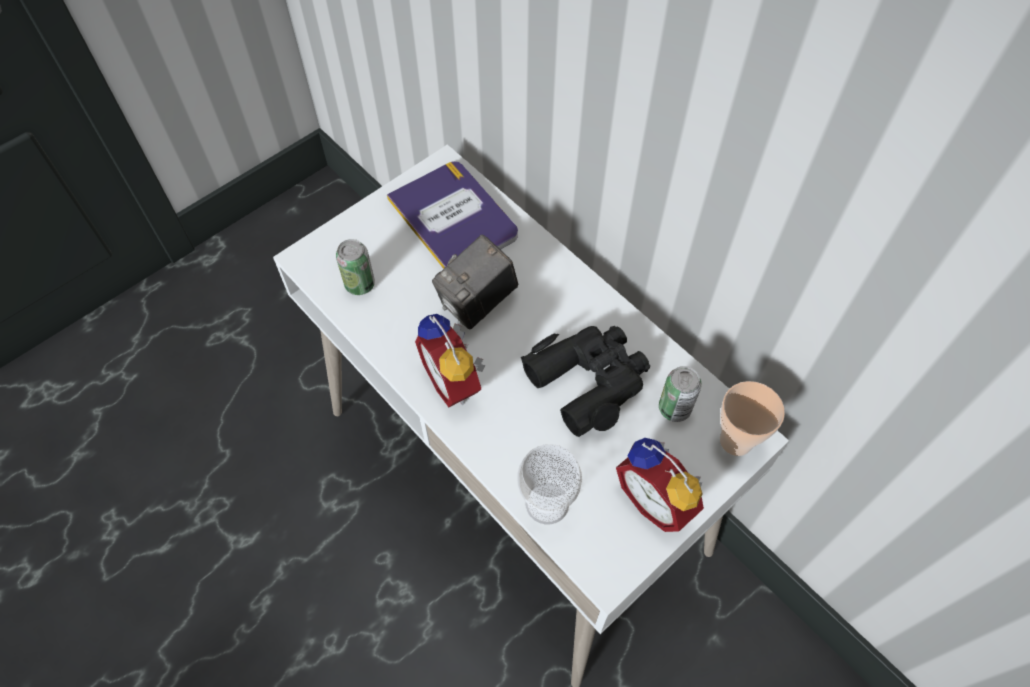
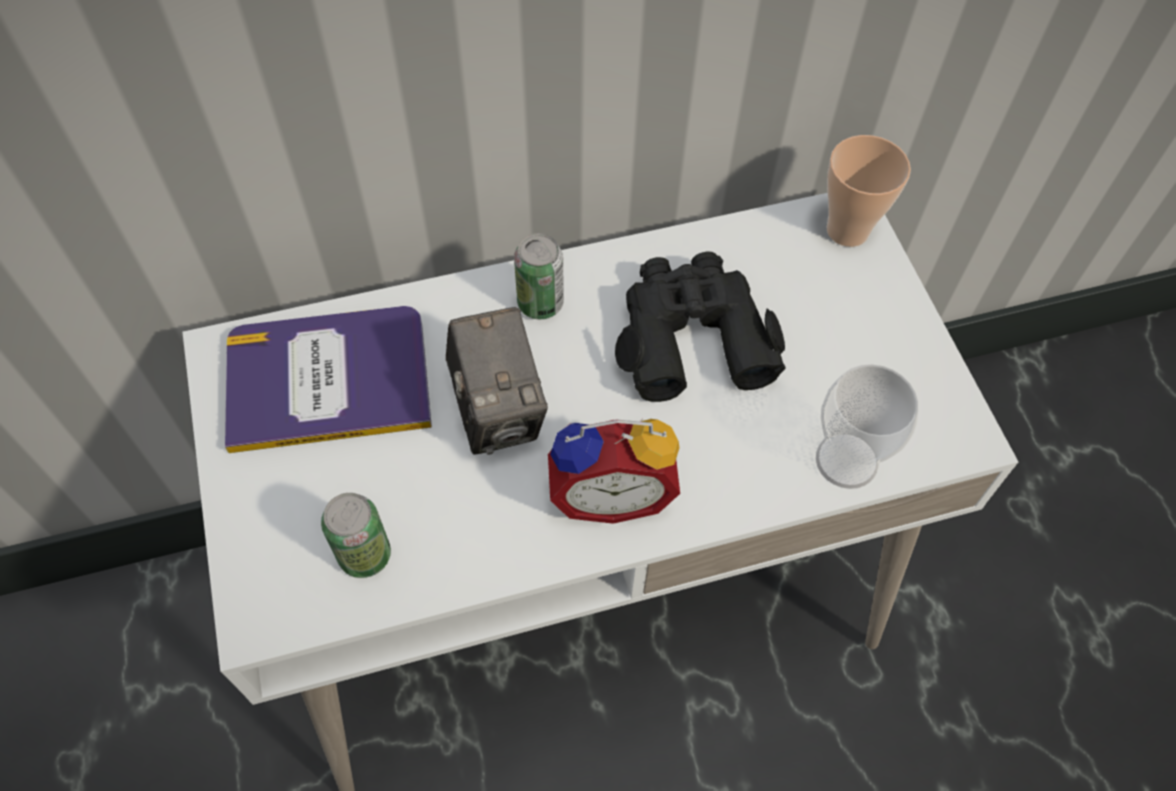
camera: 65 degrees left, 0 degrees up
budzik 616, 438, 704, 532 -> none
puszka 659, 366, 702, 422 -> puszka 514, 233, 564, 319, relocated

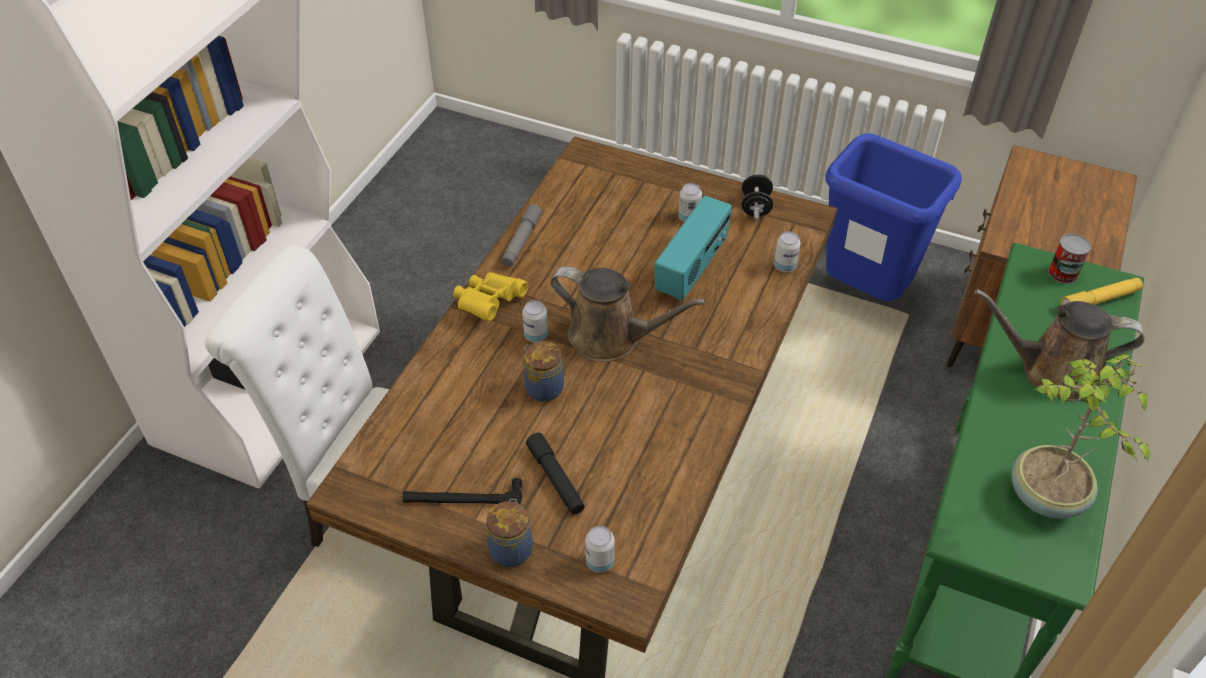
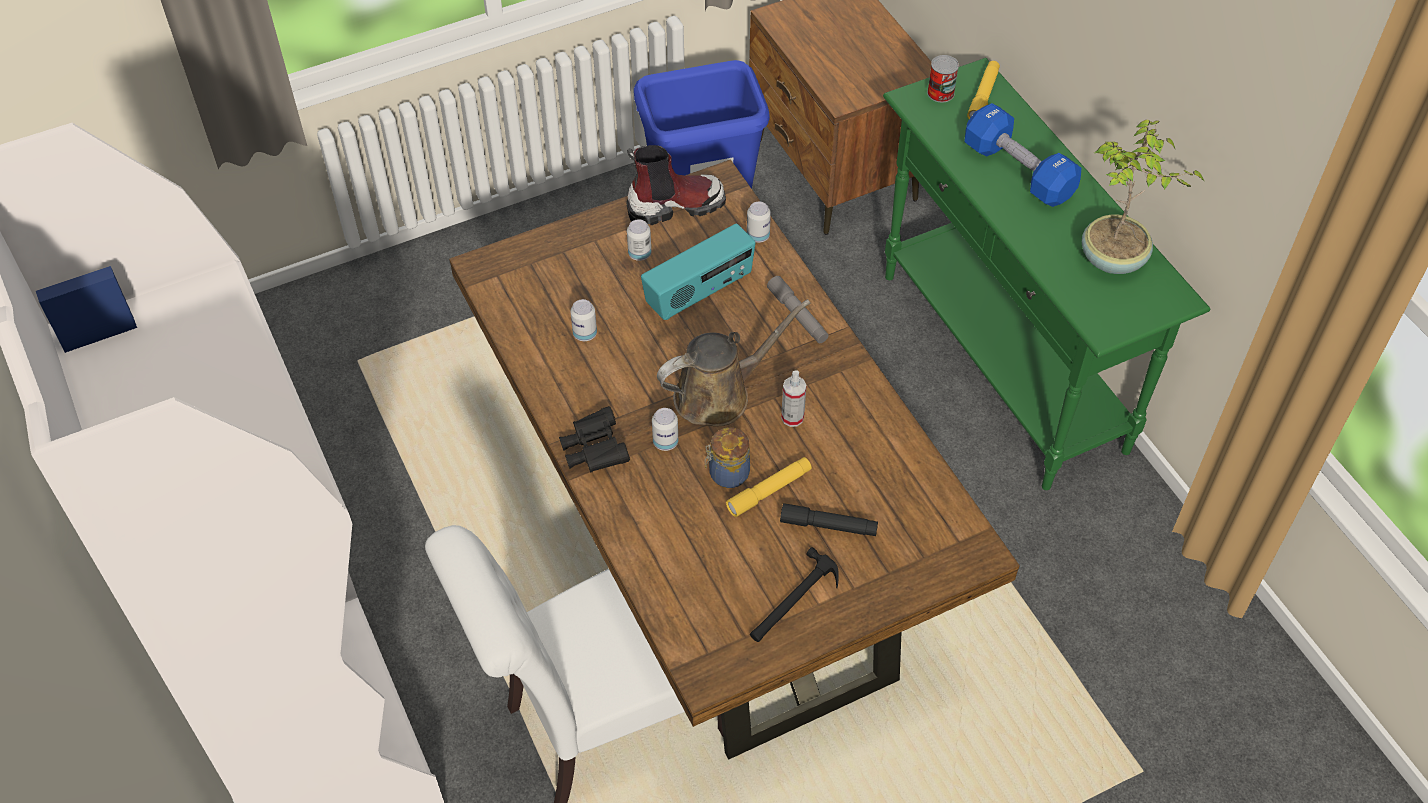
camera: 50 degrees left, 5 degrees up
lornetka (żółty) 453, 272, 528, 321 -> lornetka (czarny) 559, 406, 630, 472
słoik 486, 499, 533, 567 -> none
latarka (szary) 501, 204, 542, 267 -> latarka (szary) 767, 276, 829, 343, relocated
puszka 585, 526, 614, 573 -> puszka 570, 299, 597, 341, relocated
radio 655, 196, 732, 300 -> radio 641, 223, 756, 320, 75 degrees clockwise
hantel (czarny) 741, 172, 773, 220 -> but z cholewką 627, 145, 726, 225
konewka (brązowy) 975, 289, 1145, 401 -> hantel (niebieski) 964, 103, 1081, 207
none -> latarka (żółty) 726, 457, 812, 517
none -> spryskiwacz 781, 370, 807, 427

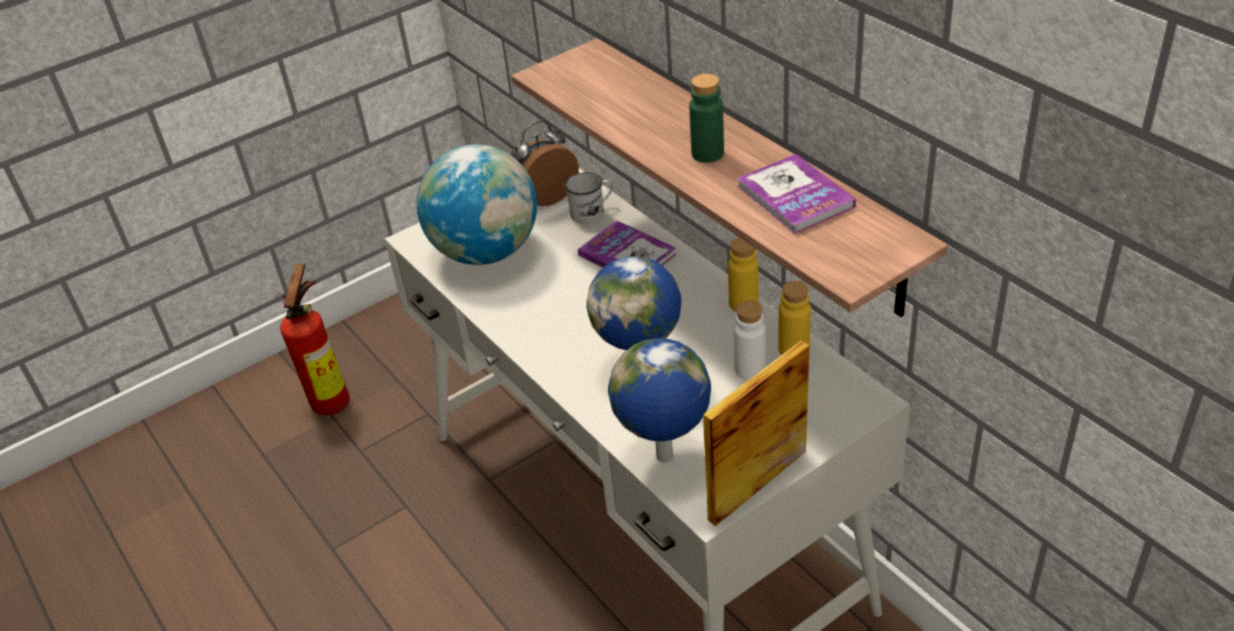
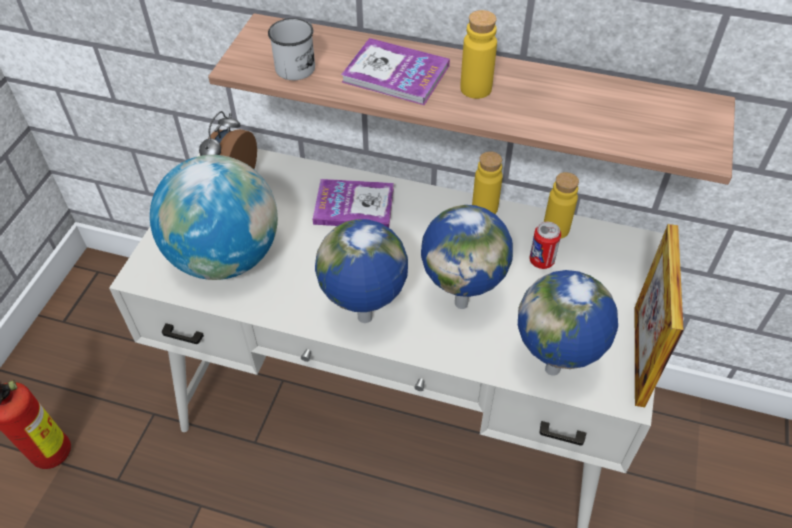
camera: 40 degrees left, 10 degrees up
kubek (biały) 565, 172, 613, 224 -> kubek (biały) 268, 18, 315, 80, relocated
butelka (zielony) 689, 74, 724, 163 -> butelka (żółty) 460, 10, 497, 99
butelka (biały) 733, 300, 766, 380 -> puszka 529, 222, 561, 269
książka 737, 154, 856, 234 -> książka 341, 38, 450, 105, relocated
none -> globus 315, 219, 408, 323

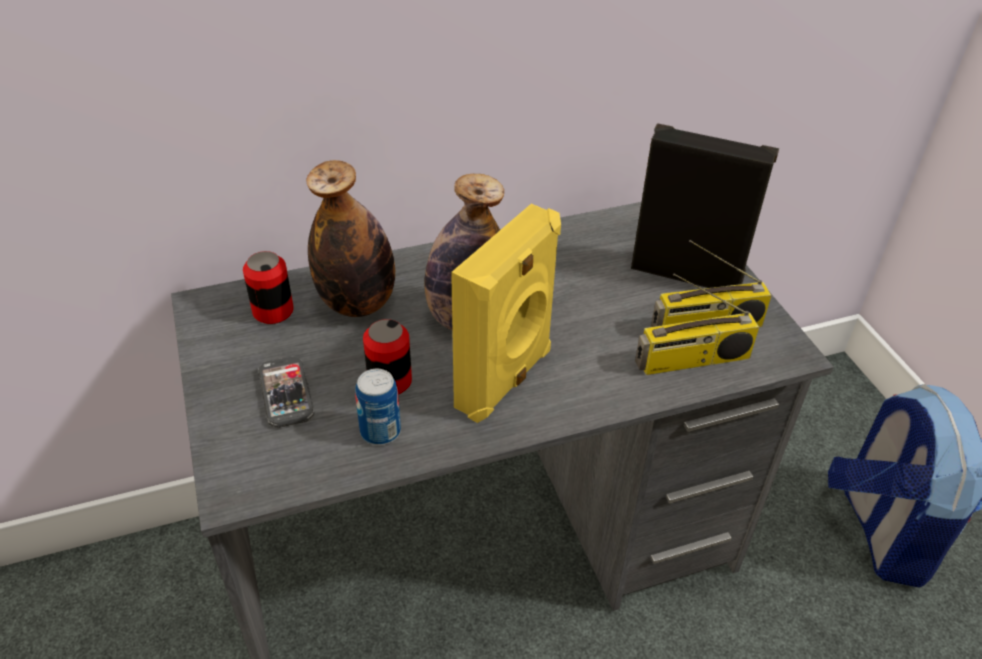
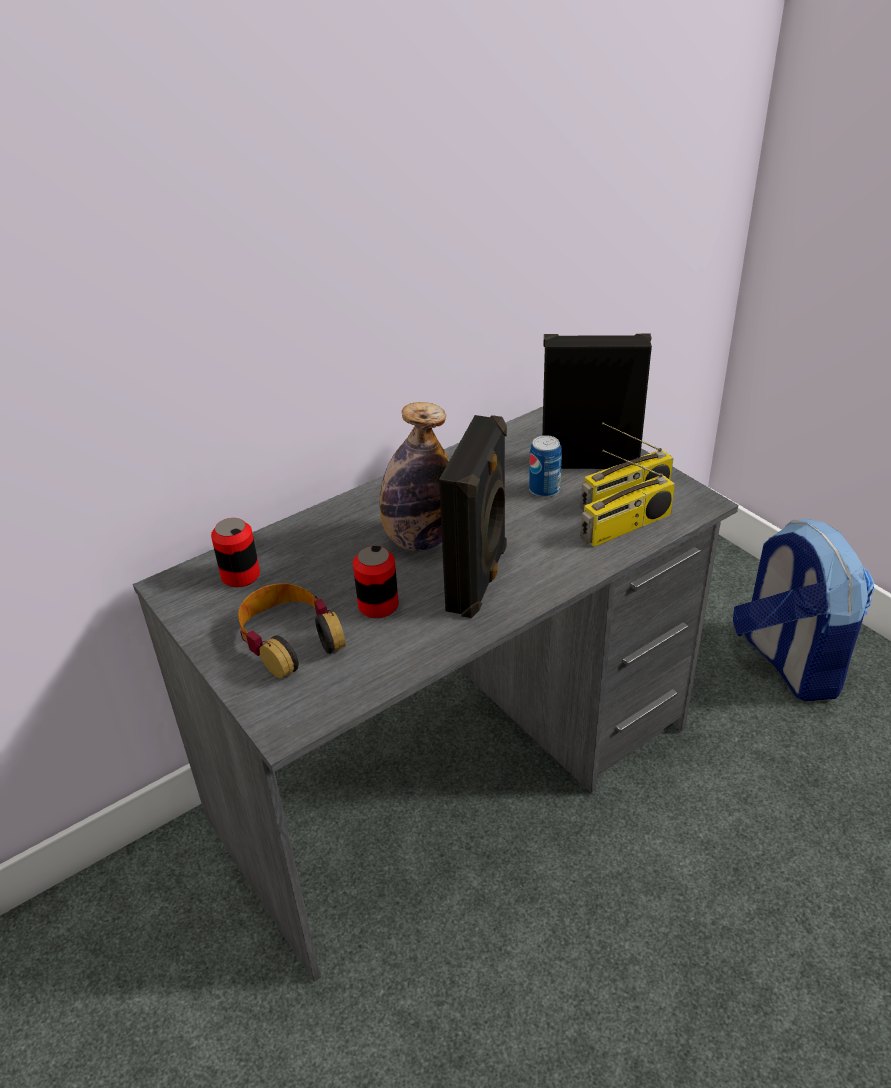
camera: 15 degrees left, 5 degrees down
telefon 258, 356, 314, 428 -> słuchawki 238, 583, 346, 678
butelka 306, 160, 395, 317 -> none
puszka 355, 368, 401, 445 -> puszka 529, 435, 562, 498, relocated
głośnik (żółty) 451, 204, 561, 423 -> głośnik (czarny) 439, 415, 507, 618

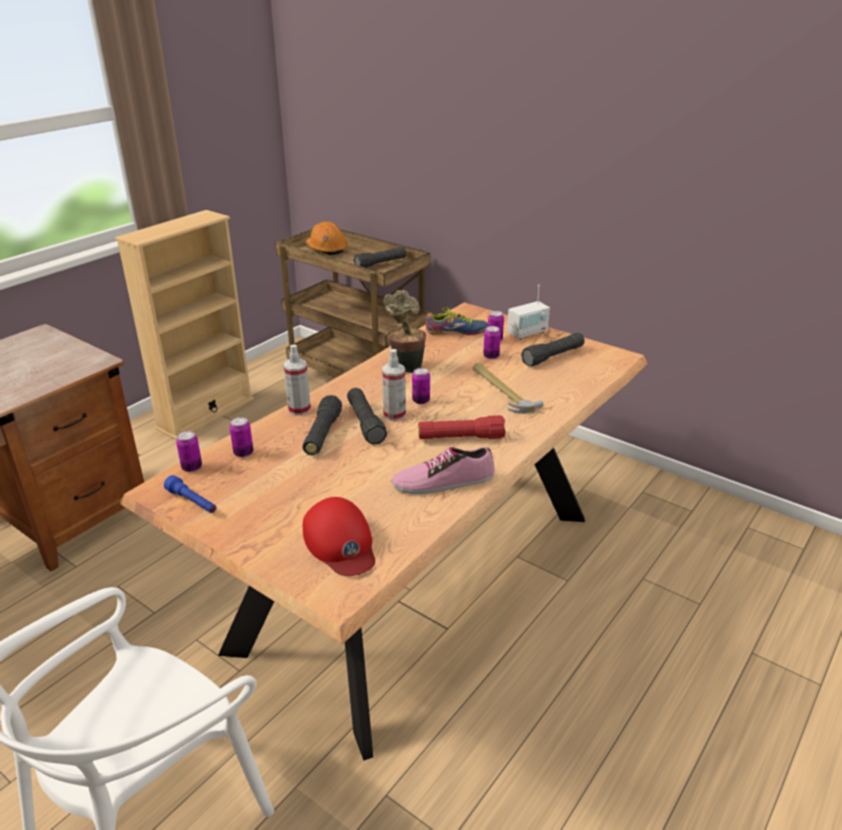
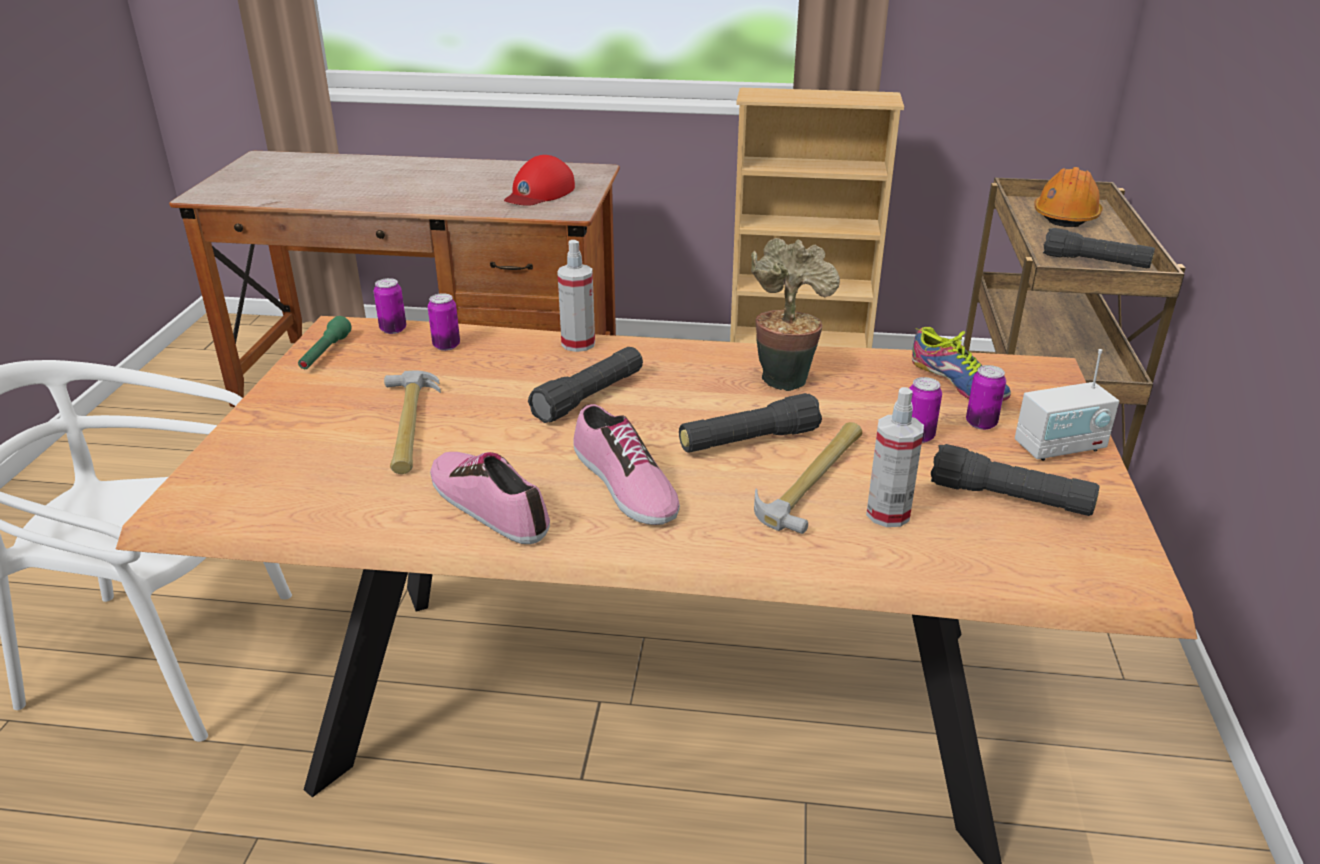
camera: 60 degrees right, 0 degrees up
latarka (niebieski) 164, 475, 216, 513 -> latarka (zielony) 298, 316, 352, 369
latarka (czarny) 302, 395, 342, 456 -> latarka (czarny) 679, 393, 822, 453, relocated
czapka z daszkiem (czerwony) 303, 497, 375, 576 -> czapka z daszkiem (czerwony) 504, 155, 575, 206, relocated
spryskiwacz 382, 349, 406, 421 -> spryskiwacz 866, 387, 924, 527, relocated
puszka 412, 368, 430, 404 -> none
latarka (czerwony) 418, 415, 506, 439 -> but 573, 404, 680, 525
radio 507, 285, 550, 339 -> radio 1015, 349, 1119, 461, 45 degrees counterclockwise
none -> młotek 384, 370, 441, 474

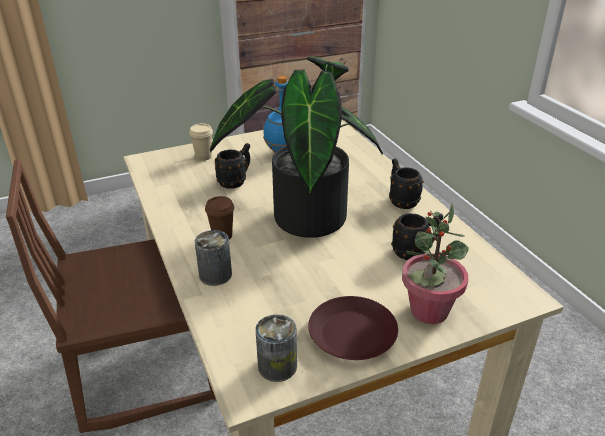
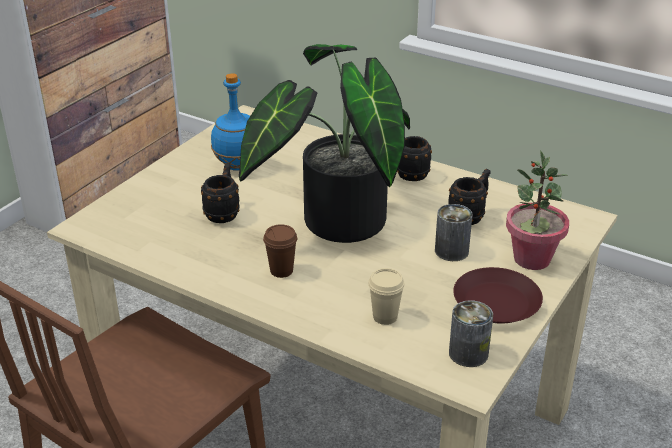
camera: 35 degrees left, 0 degrees up
filiżanka (beżowy) 189, 124, 213, 161 -> filiżanka (beżowy) 368, 268, 405, 325, relocated
puszka 194, 230, 232, 286 -> puszka 435, 204, 473, 261, relocated

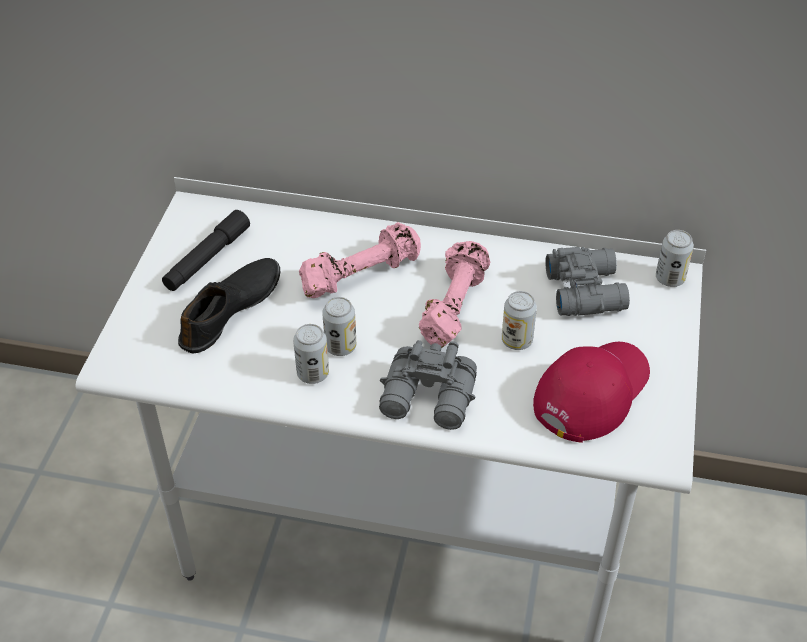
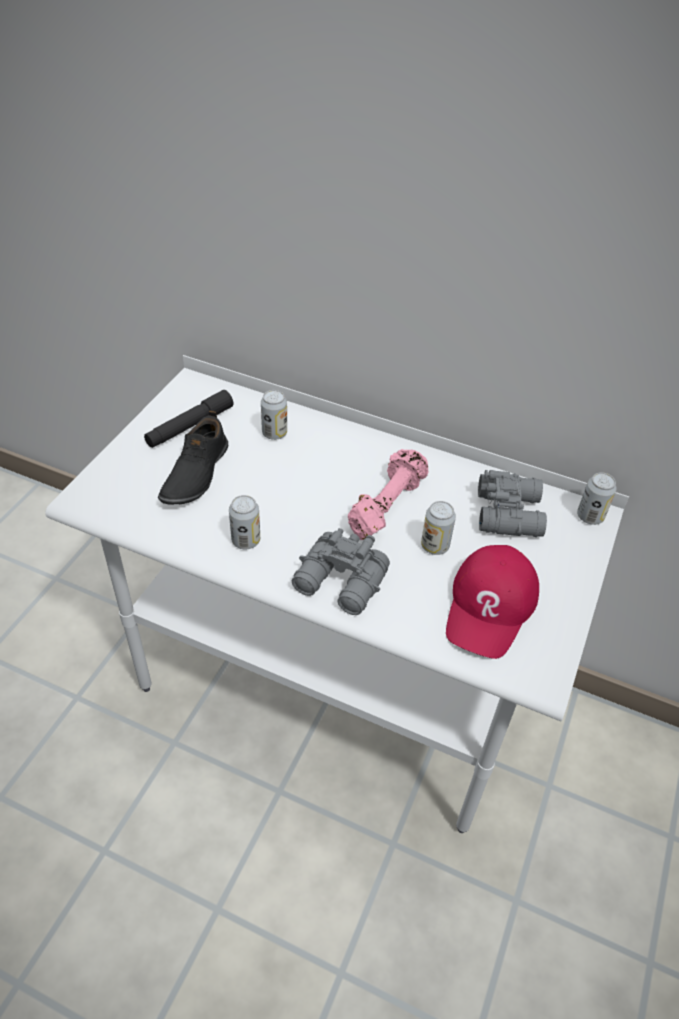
camera: 10 degrees right, 0 degrees up
but (czarny) 178, 258, 280, 354 -> but (czarny) 158, 411, 228, 505, 150 degrees clockwise
hantel (różowy) 299, 222, 421, 298 -> none
puszka 322, 297, 356, 356 -> puszka 261, 390, 287, 440, relocated
czapka z daszkiem (czerwony) 533, 342, 650, 443 -> czapka z daszkiem (czerwony) 446, 545, 539, 659, 150 degrees clockwise

